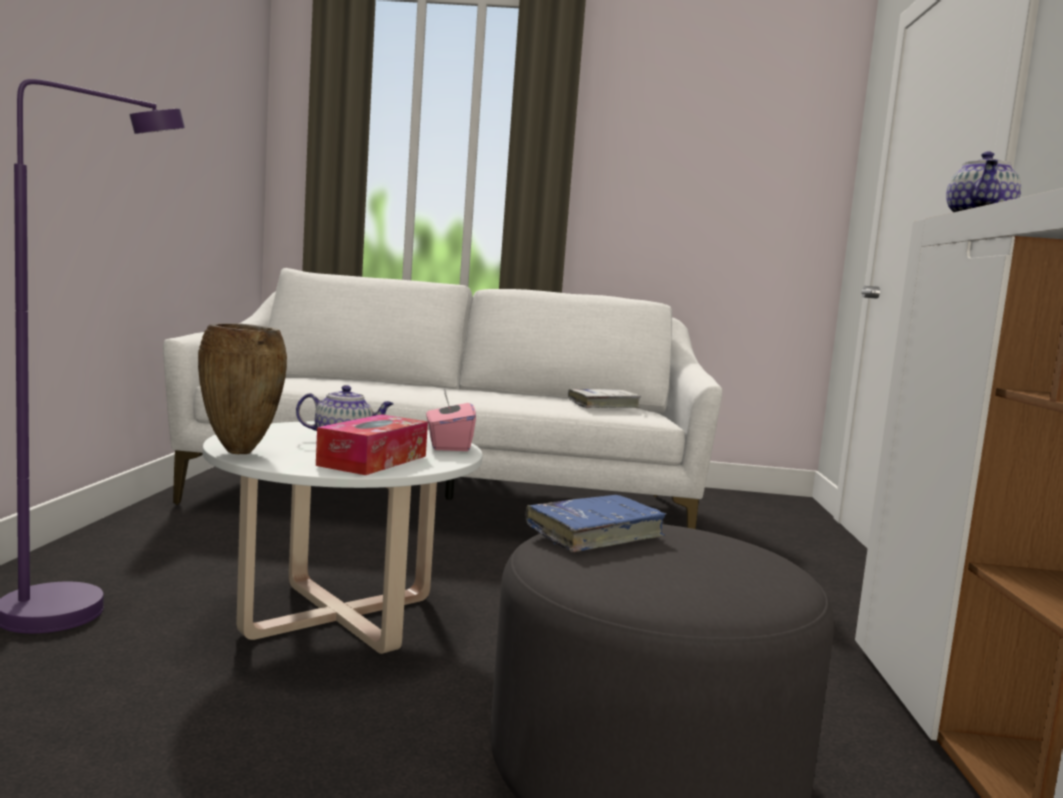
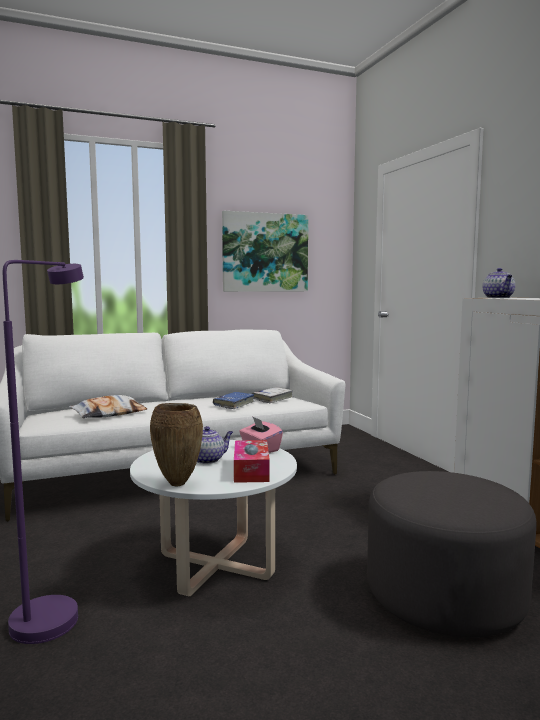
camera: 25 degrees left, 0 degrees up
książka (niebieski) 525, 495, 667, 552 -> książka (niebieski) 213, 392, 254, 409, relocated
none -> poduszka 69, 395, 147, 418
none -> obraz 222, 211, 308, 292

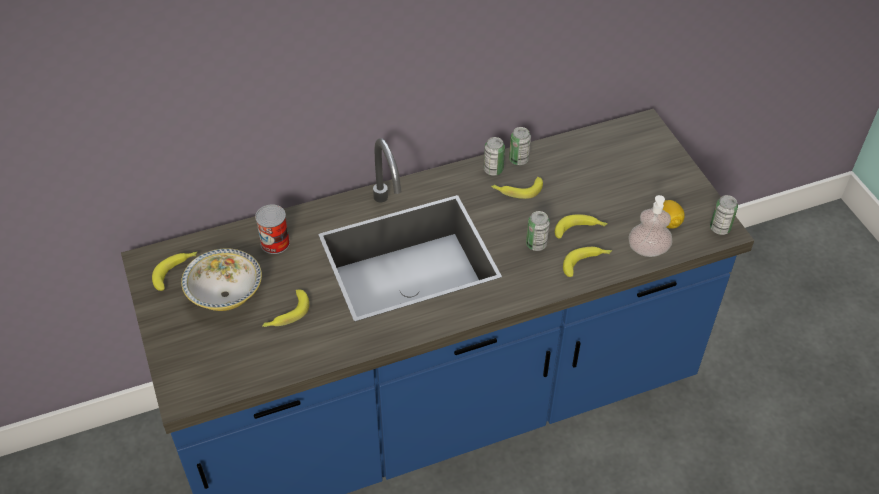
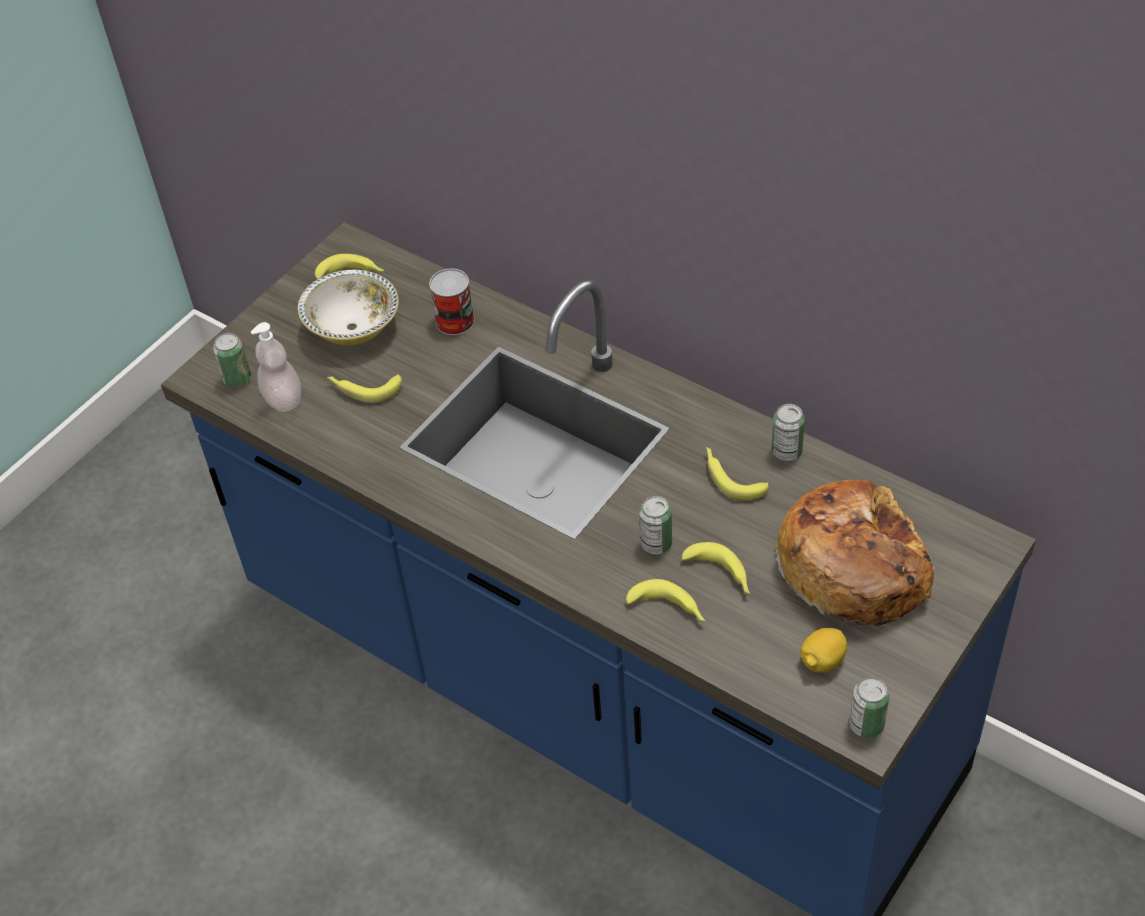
camera: 60 degrees right, 0 degrees up
puszka 484, 137, 505, 176 -> puszka 213, 333, 251, 388, relocated
dozownik mydła 628, 195, 672, 257 -> dozownik mydła 251, 322, 301, 412, relocated
none -> chleb 775, 480, 935, 626

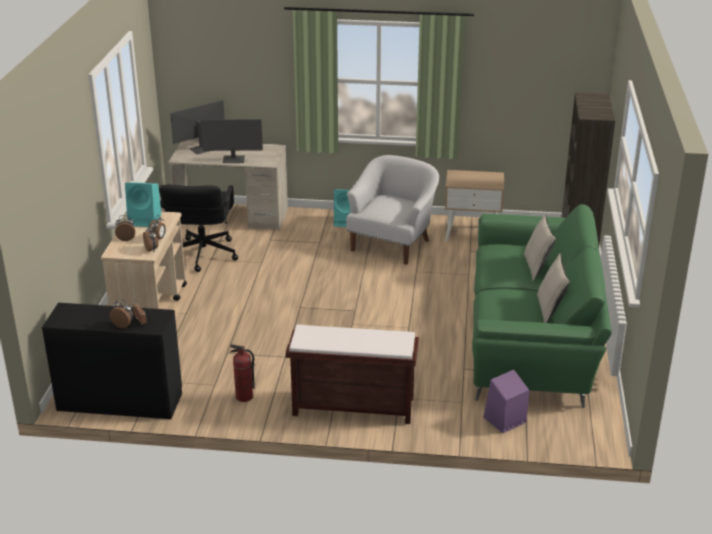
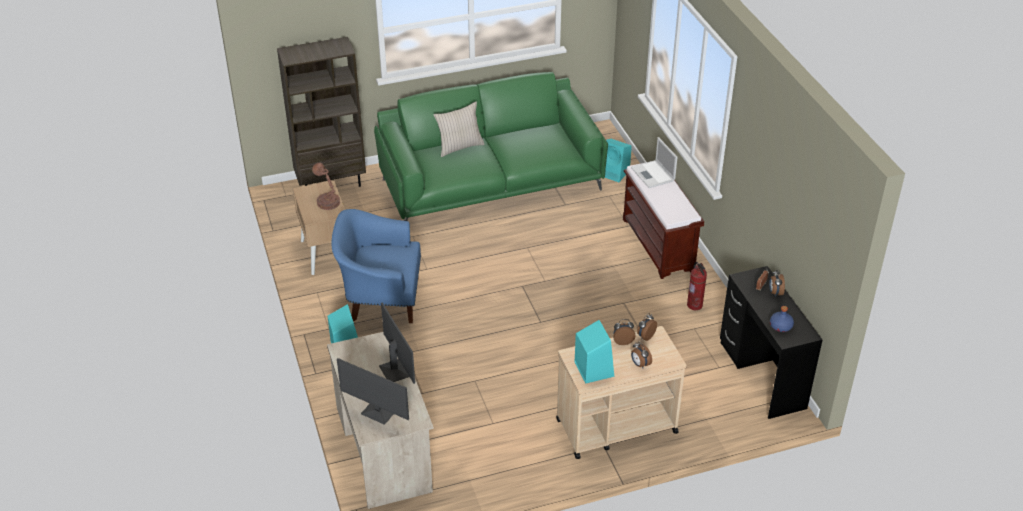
camera: 115 degrees left, 10 degrees up
krzesło biurowe (czarny) 159, 184, 238, 272 -> none
fotel (biały) 346, 155, 439, 265 -> fotel (niebieski) 332, 209, 421, 323
głośnik (fioletowy) 483, 370, 530, 433 -> głośnik (turkusowy) 605, 139, 632, 182
poduszka (beżowy) 537, 254, 570, 323 -> none
none -> lampa stołowa (brązowy) 312, 162, 340, 210
none -> laptop 631, 137, 677, 188
none -> butelka (niebieski) 770, 306, 794, 332

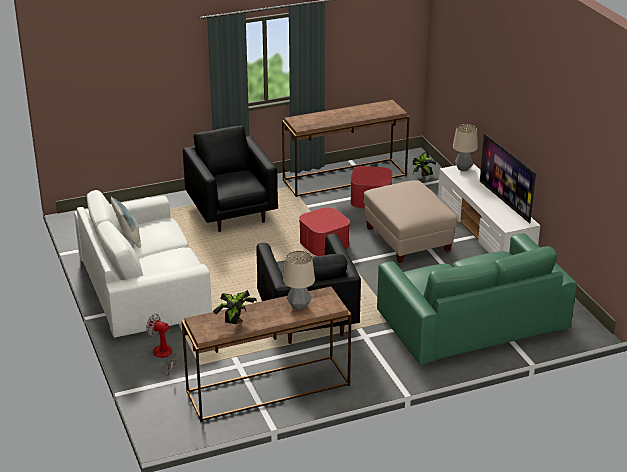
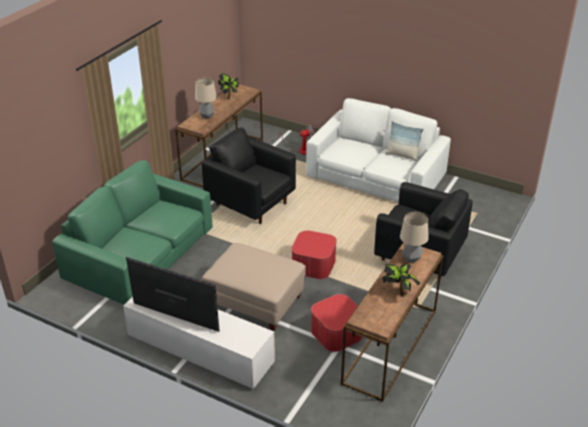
camera: 140 degrees right, 5 degrees up
roślina doniczkowa 413, 151, 436, 176 -> roślina doniczkowa 382, 263, 420, 296, relocated
lampa stołowa 453, 124, 478, 171 -> lampa stołowa 400, 212, 428, 263, relocated

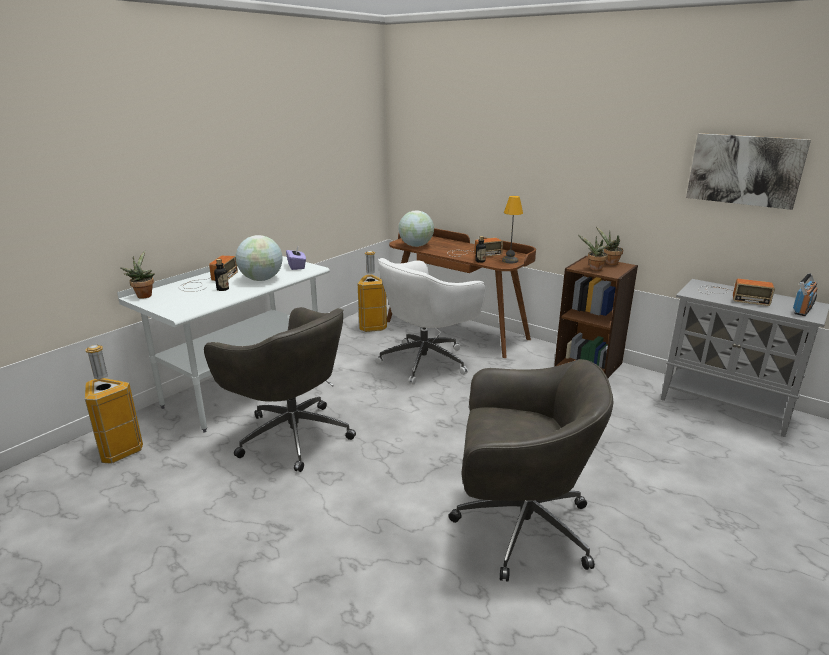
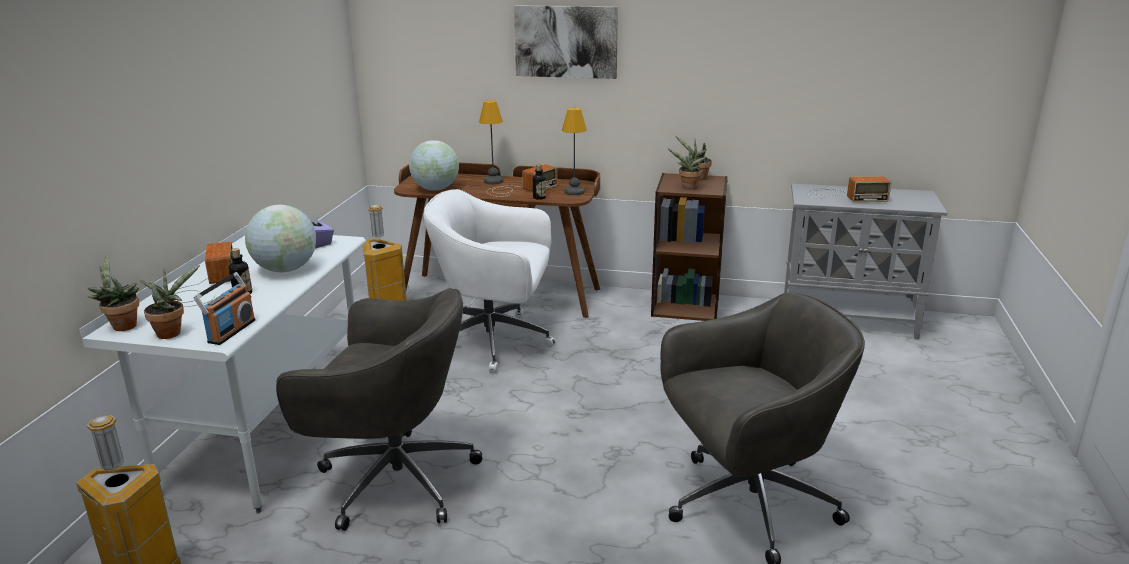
camera: 25 degrees left, 0 degrees up
krzesło biurowe (biały) 375, 258, 486, 385 -> krzesło biurowe (biały) 423, 189, 556, 373, 75 degrees clockwise
obraz 686, 133, 811, 210 -> obraz 514, 5, 618, 79, relocated
radio 793, 273, 818, 316 -> radio 194, 272, 255, 345, relocated
none -> roślina doniczkowa 140, 265, 200, 339
none -> lampa stołowa 479, 100, 503, 184

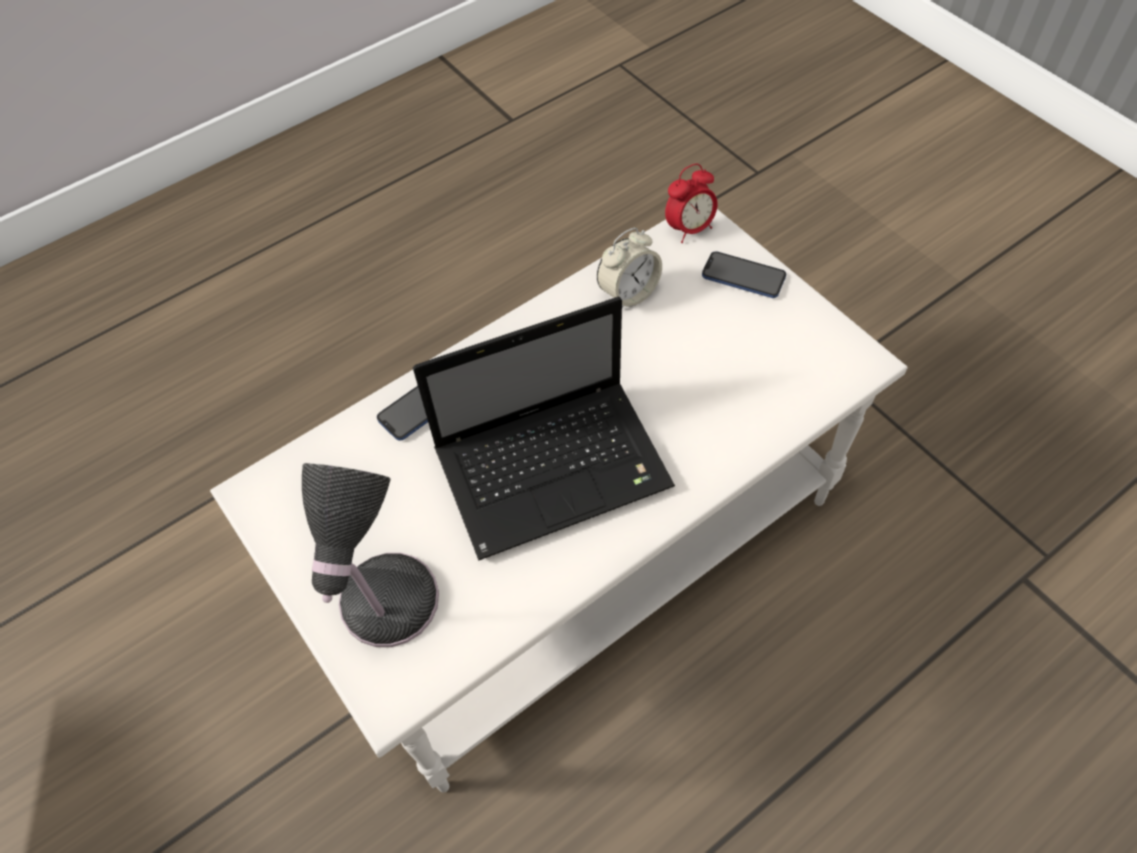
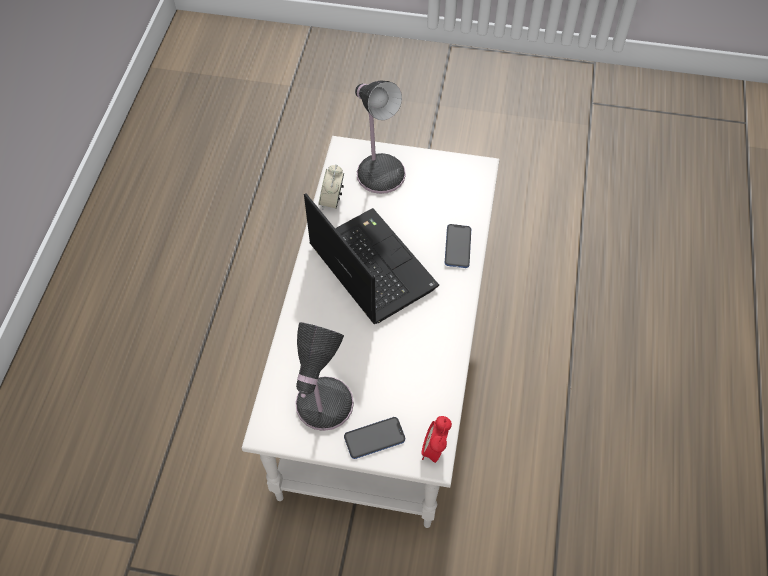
camera: 135 degrees right, 0 degrees up
laptop 413, 297, 675, 560 -> laptop 304, 193, 439, 324, 120 degrees clockwise
budzik 597, 227, 662, 308 -> budzik 318, 164, 344, 210, relocated
none -> lampa stołowa 295, 322, 354, 431

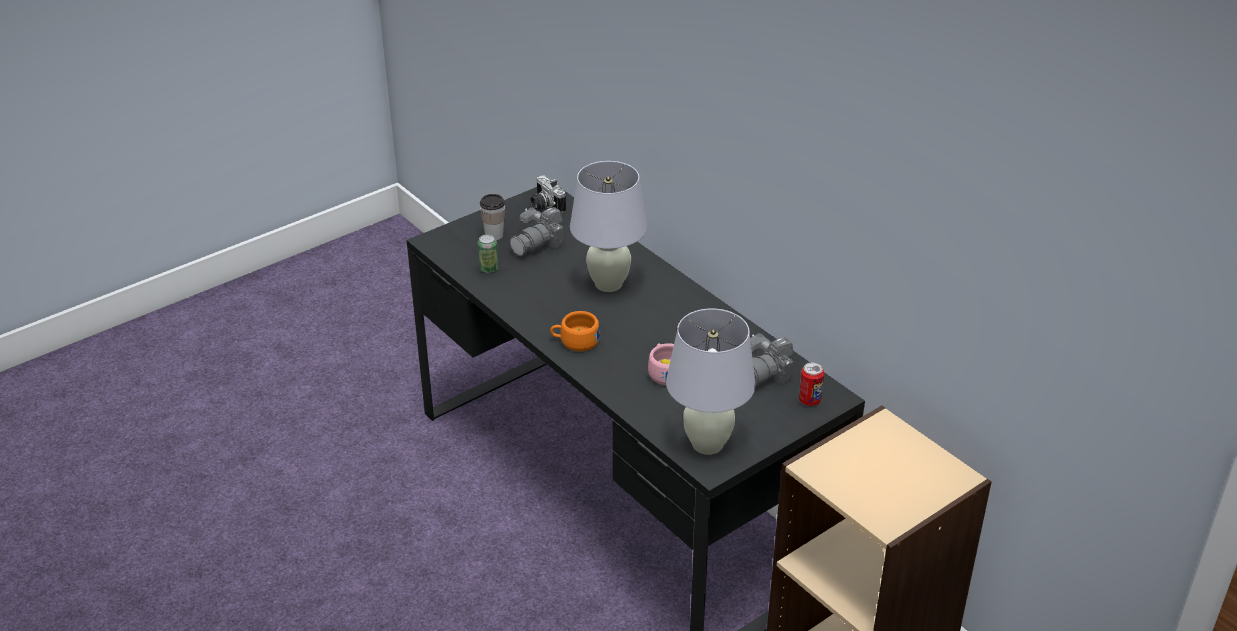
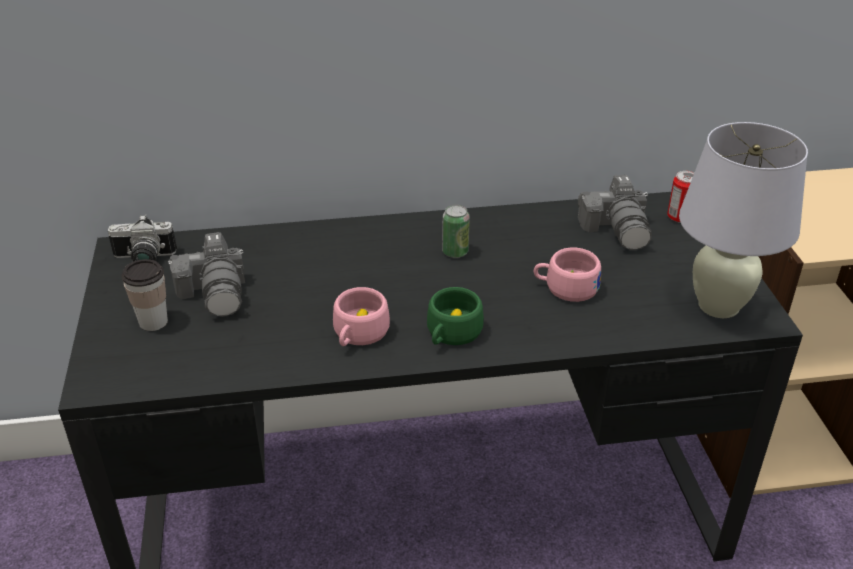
camera: 60 degrees left, 0 degrees up
puszka 478, 234, 499, 273 -> puszka 442, 204, 470, 258, relocated
filiżanka (pomarańczowy) 550, 311, 600, 351 -> filiżanka (zielony) 427, 287, 484, 345
lampa stołowa (biały) 570, 161, 647, 292 -> none
none -> filiżanka (różowy) 333, 287, 390, 346

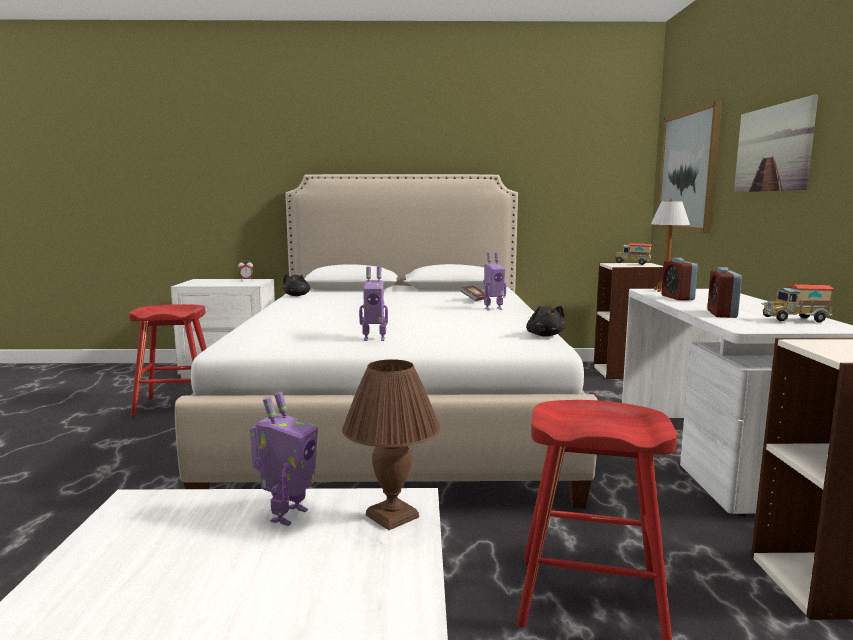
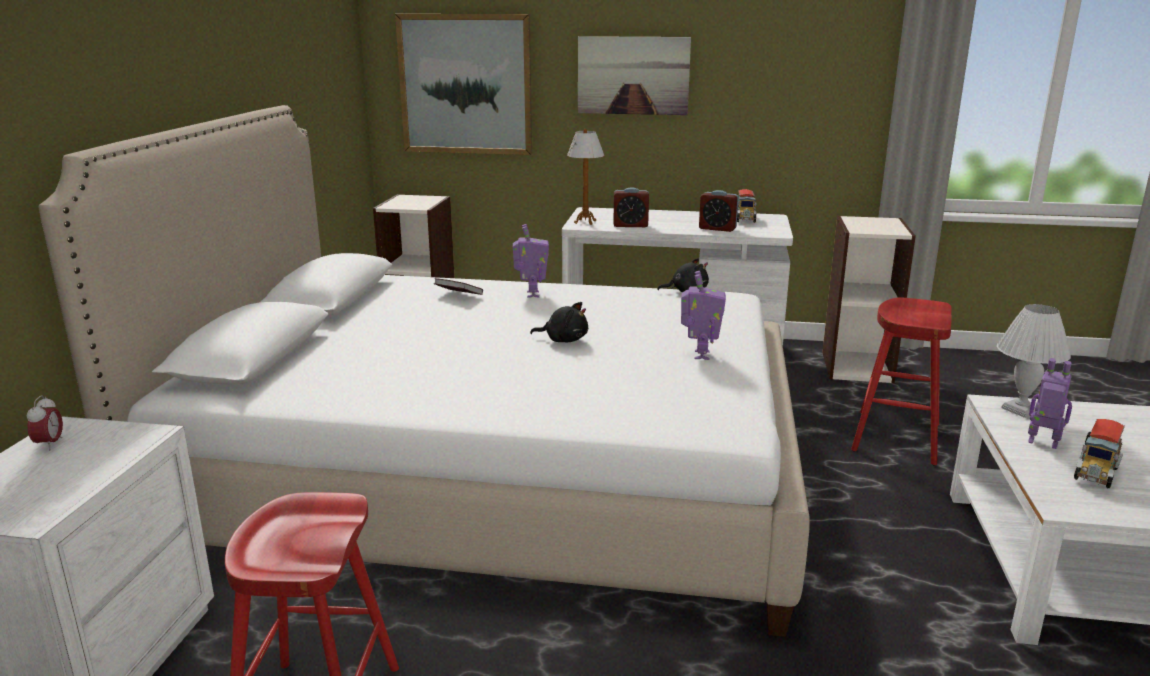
camera: 80 degrees left, 10 degrees up
pluszak (czarny) 283, 274, 310, 296 -> pluszak (czarny) 530, 302, 588, 342, relocated
lampa stołowa (brązowy) 342, 359, 440, 530 -> lampa stołowa (biały) 997, 304, 1071, 418
ciężarówka zabawkowa 615, 243, 652, 265 -> ciężarówka zabawkowa 1074, 419, 1125, 488, relocated

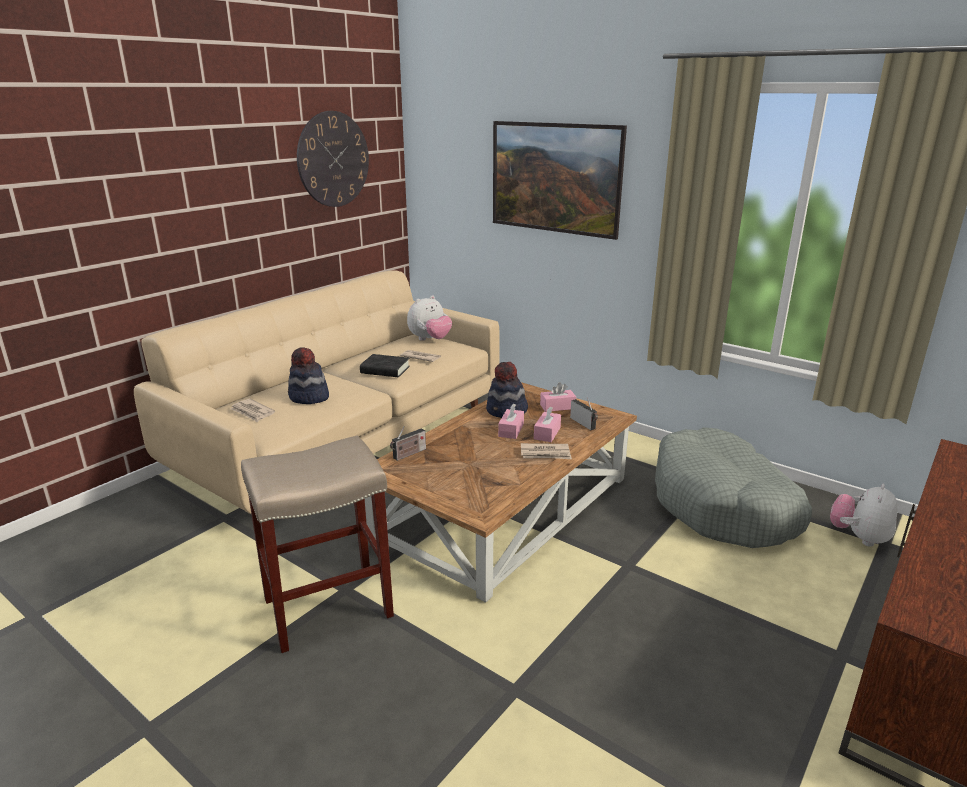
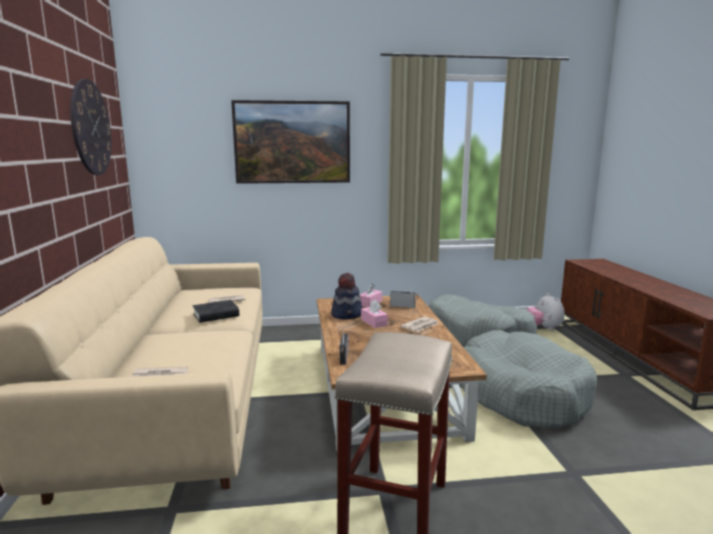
camera: 45 degrees left, 10 degrees down
kapelusz 288, 347, 329, 404 -> none
pluszak 407, 295, 452, 341 -> none
pudełko chusteczek (różowy) 534, 406, 561, 442 -> none
none -> legowisko (szary) 460, 330, 598, 429

